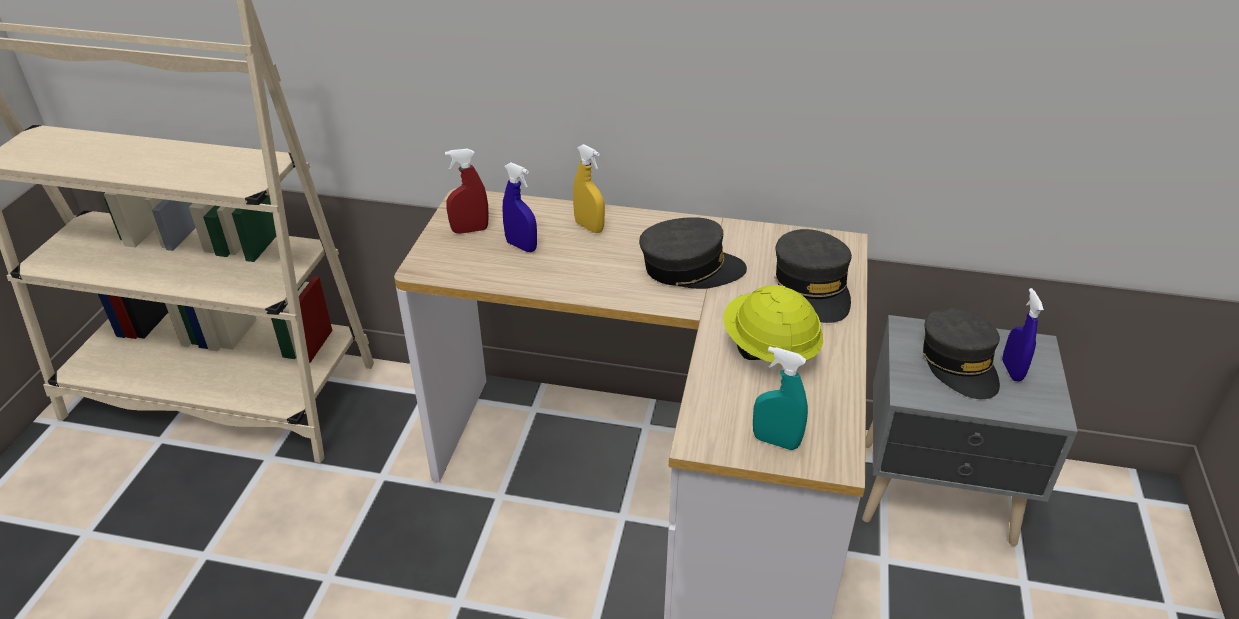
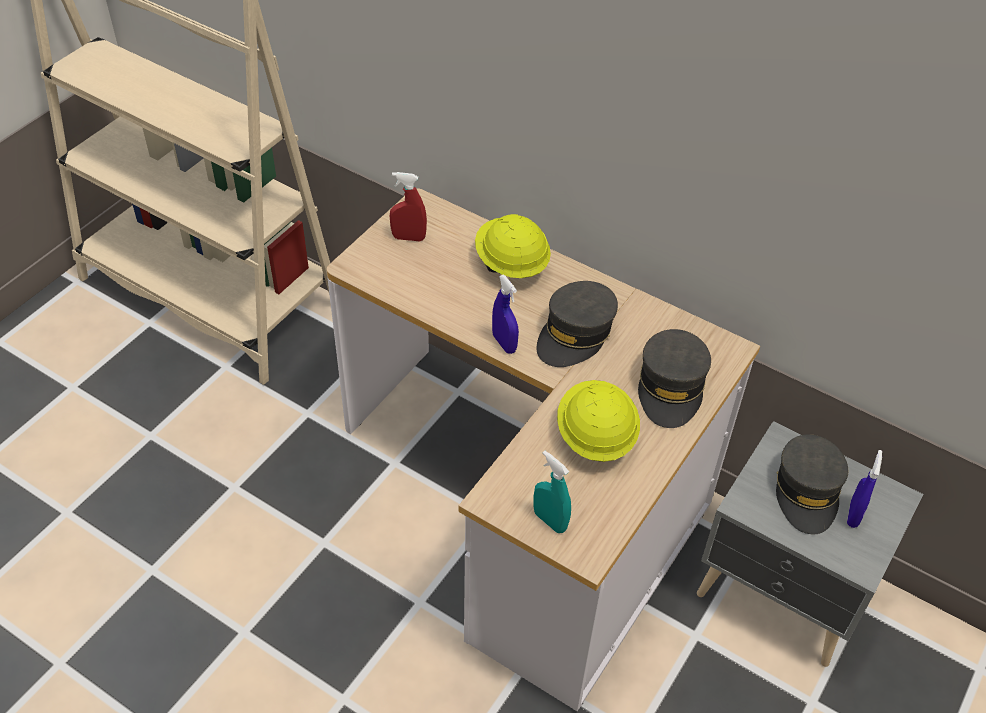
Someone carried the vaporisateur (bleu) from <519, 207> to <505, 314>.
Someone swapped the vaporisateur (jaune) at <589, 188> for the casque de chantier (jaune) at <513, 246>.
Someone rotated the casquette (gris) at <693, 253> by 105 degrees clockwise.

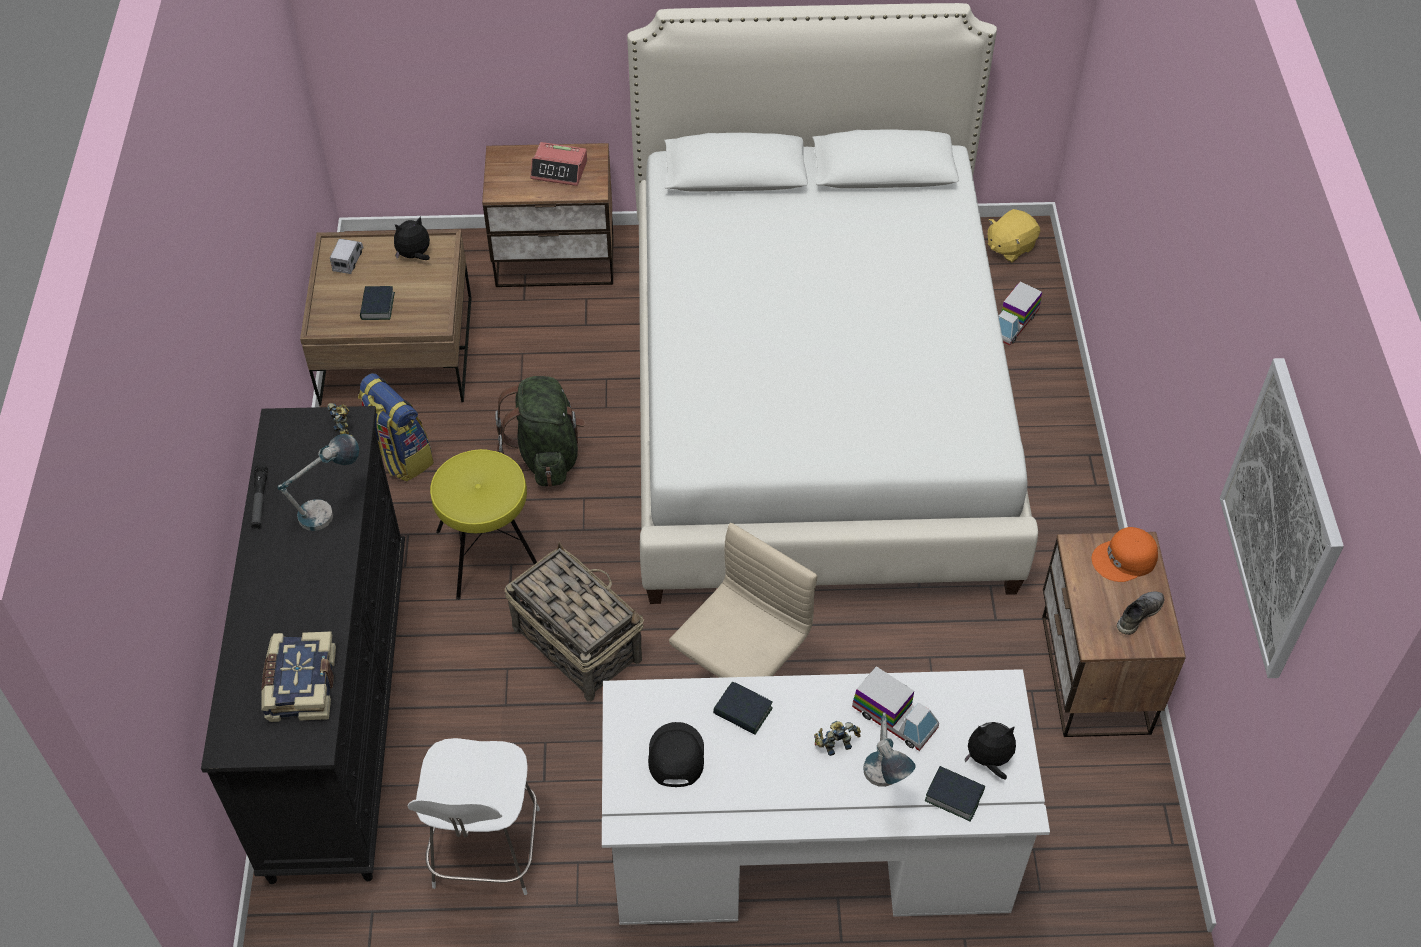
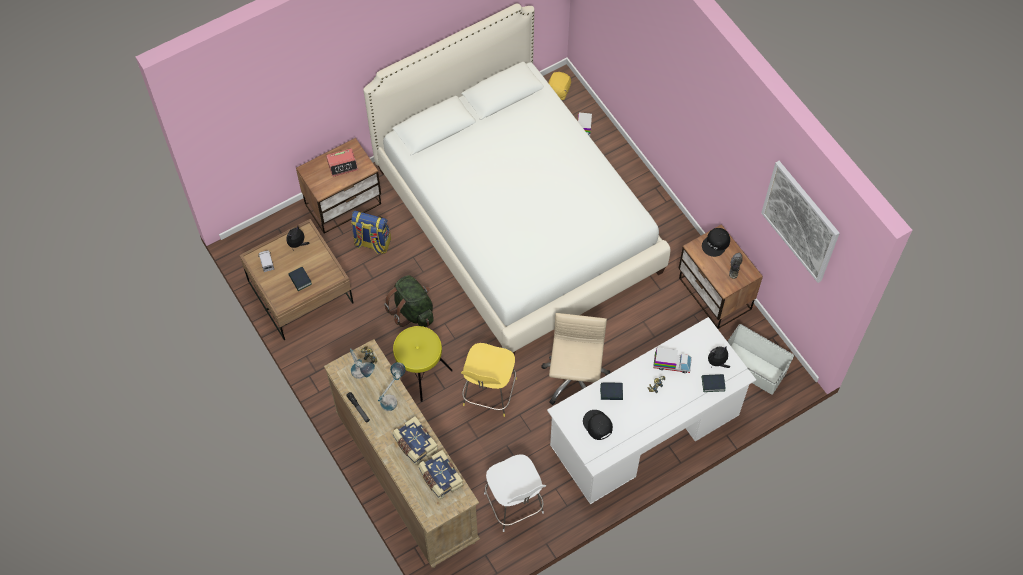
Someone repainted the commode (noir) at <303, 645>, which became the commode (beige) at <402, 453>.
Someone carried the sac à dos from <396, 427> to <371, 232>.
Someone swapped the panier at <574, 622> for the tabouret (jaune) at <489, 380>.
Someone carried the lampe de table from <890, 750> to <362, 363>.
Someone repainted the casquette (orange) at <1125, 554>, which became the casquette (noir) at <716, 242>.
Someone put down the livre at <415, 440>.
Someone put down the boîte de rangement (blanc) at <760, 359>.

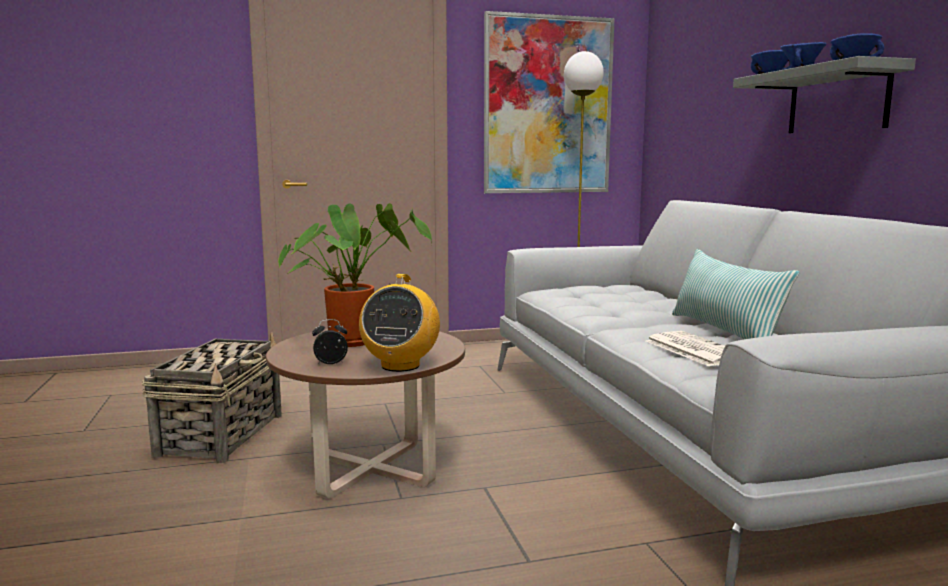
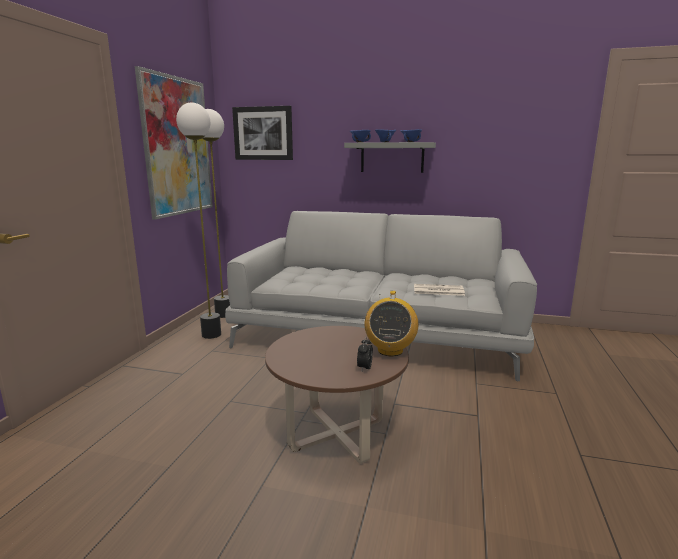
Someone took away the panier at <212, 398>.
Someone took away the plante en pot at <355, 275>.
Someone rotated the radio at <399, 323> by 60 degrees clockwise.
Someone took away the coussin at <735, 294>.
Someone put down the lampadaire at <198, 221>.
Someone put up the tableau at <262, 133>.

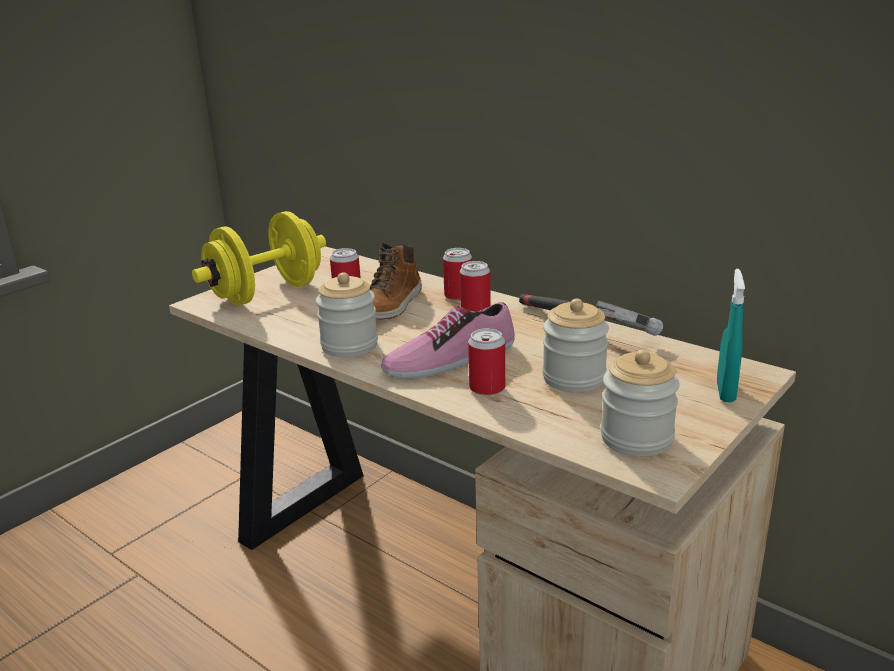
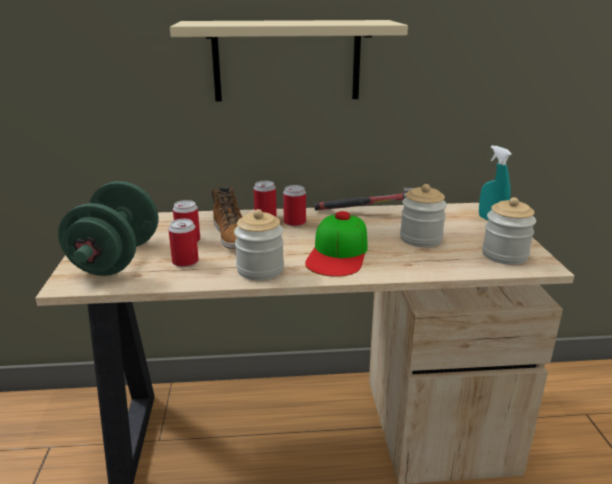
Someone repainted the haltère (jaune) at <259, 258>, which became the haltère (vert) at <108, 228>.
Someone swapped the chaussure at <448, 340> for the casquette at <336, 244>.
Someone carried the boîte métallique from <486, 362> to <183, 243>.
Someone put up the étagère (beige) at <289, 60>.

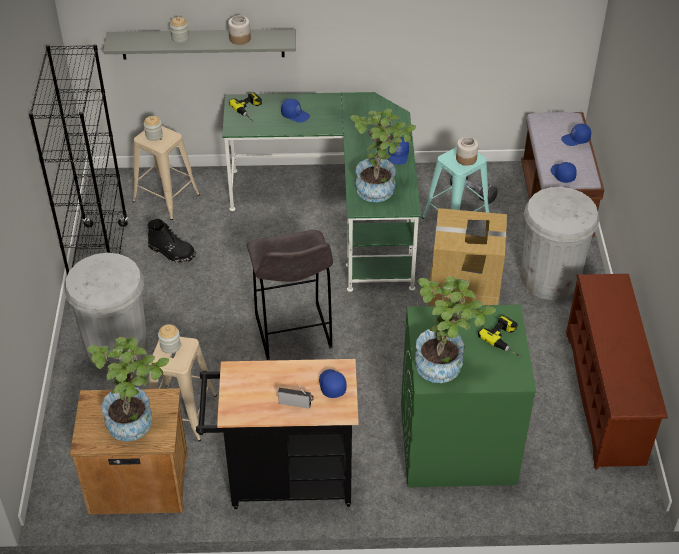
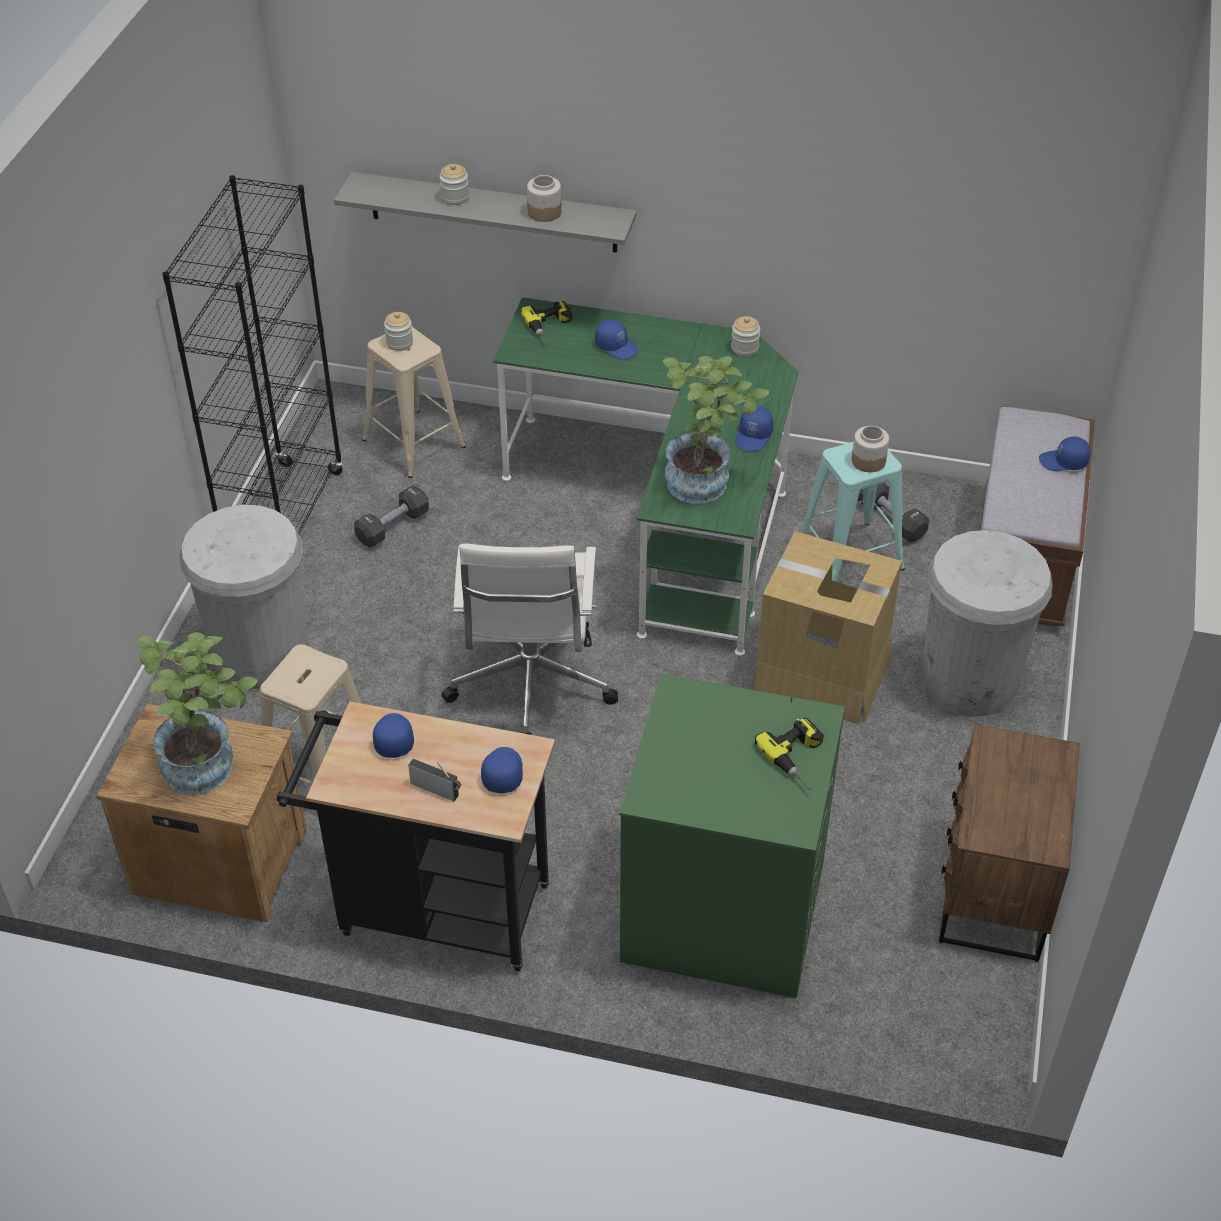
Someone swapped the botte (noir) at <172, 241> for the haltère (noir) at <391, 516>.
Someone carried the bocal from <169, 339> to <746, 336>.
Someone swapped the tabouret (gris) at <290, 295> for the chaise de bureau (blanc) at <529, 639>.
Someone took away the plante en pot at <455, 330>.
Someone carried the casquette (bleu) from <564, 172> to <393, 735>.
Someone swapped the étagère à chaussures (marron) at <617, 371> for the table de chevet (marron) at <1009, 843>.

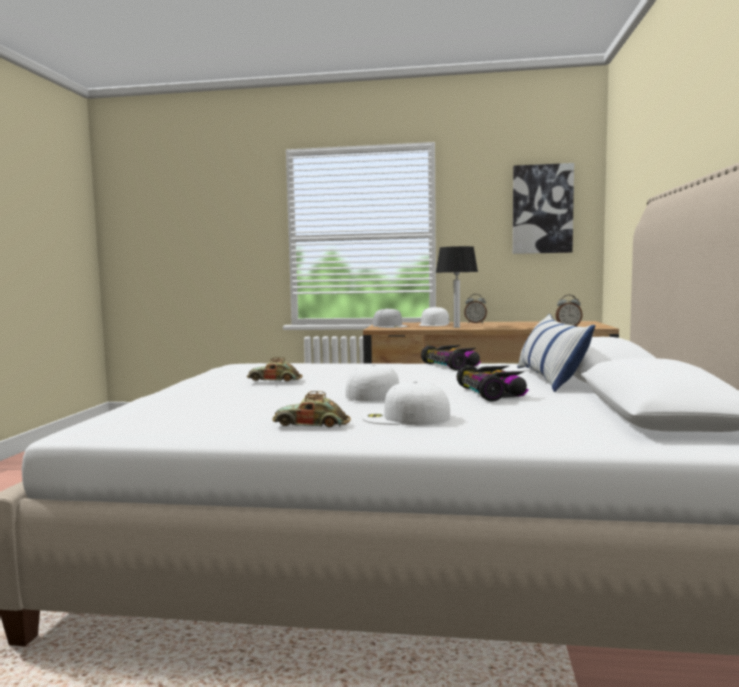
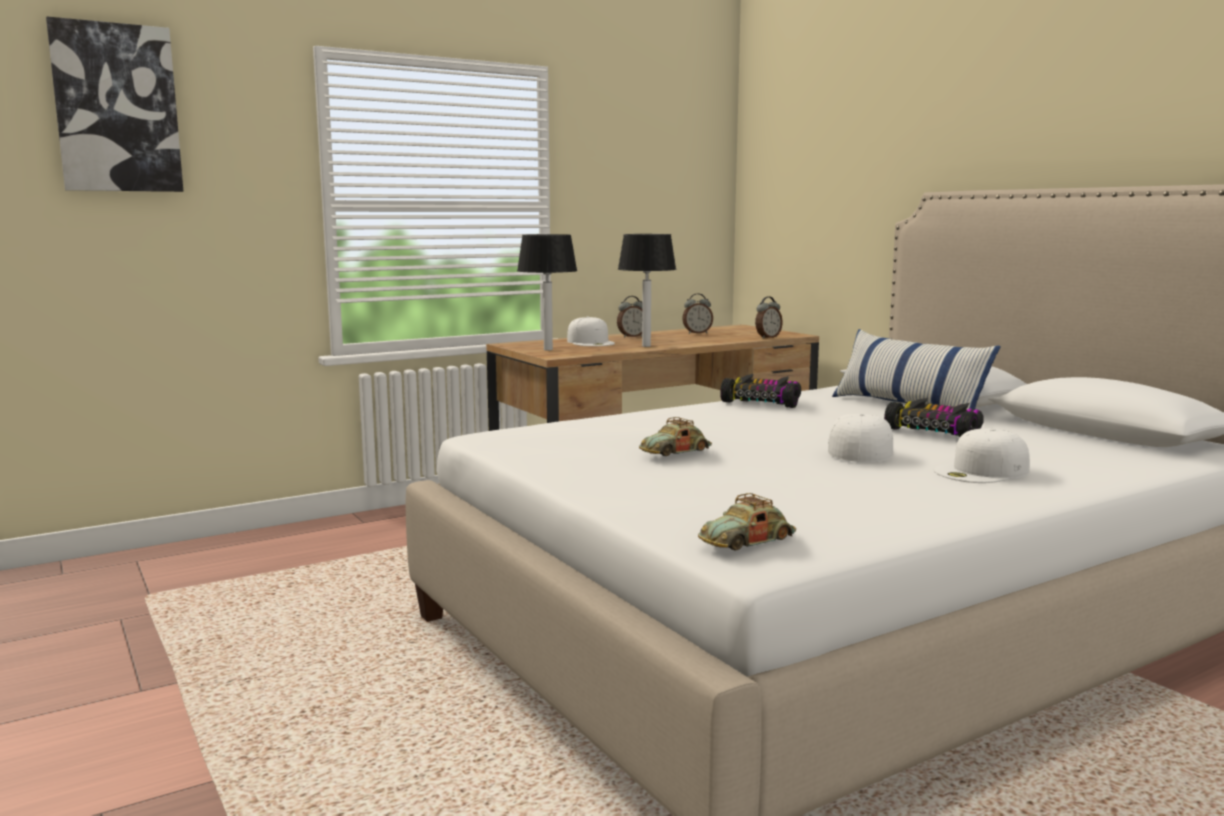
Someone carried the petite voiture from <311, 409> to <747, 522>.
Someone swapped the casquette (blanc) at <390, 318> for the lampe de table at <547, 292>.
Someone carried the tableau from <543, 208> to <114, 104>.
Someone put down the réveil at <697, 313>.

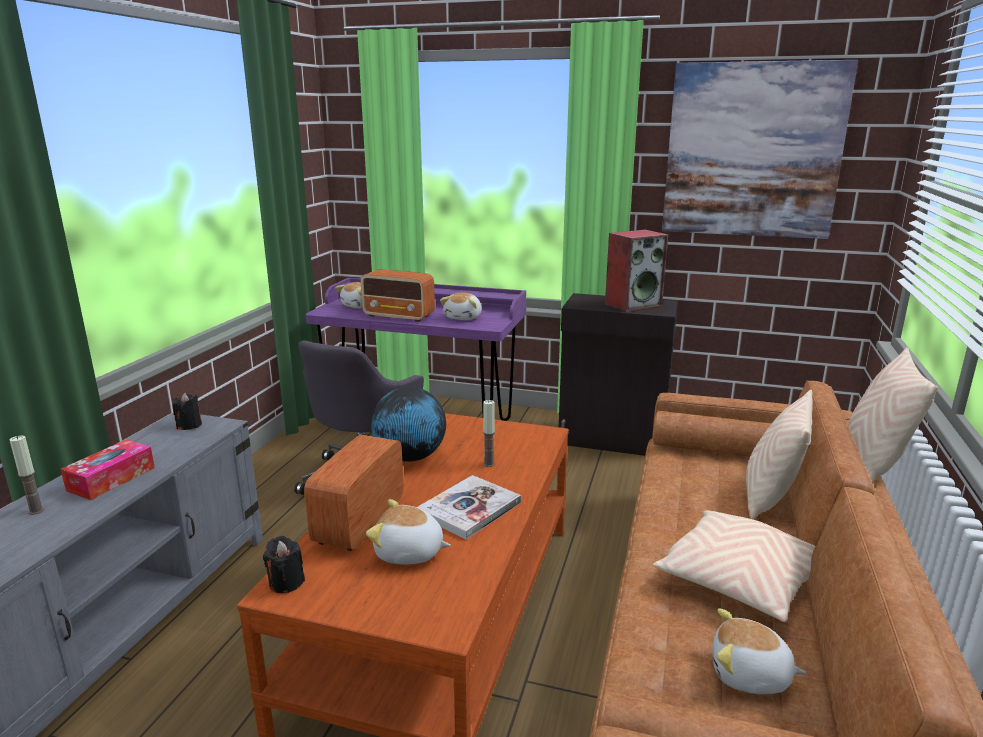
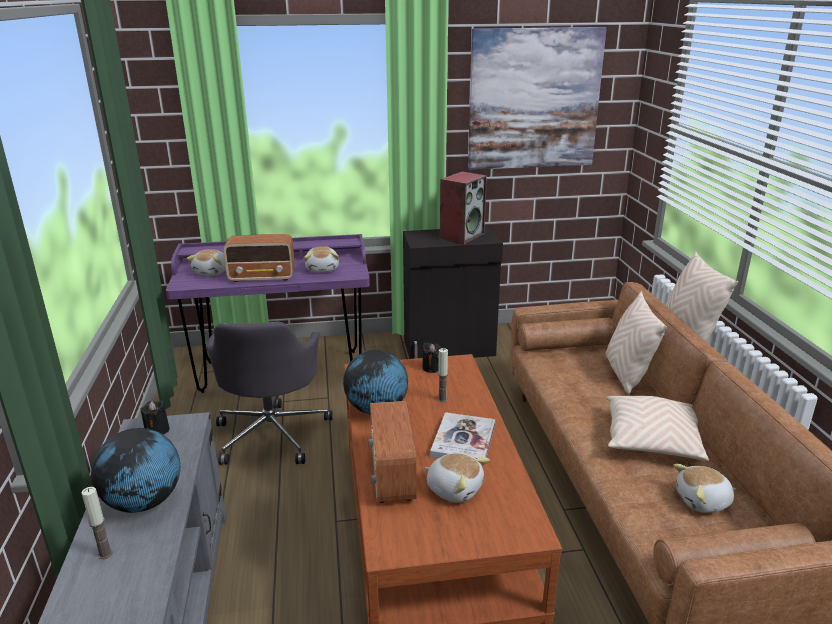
Someone swapped the boîte à mouchoirs at <108, 470> for the globe at <135, 470>.
Someone carried the bougie (noir) from <284, 564> to <432, 357>.
Someone rotated the peluche at <408, 532> by 135 degrees counterclockwise.

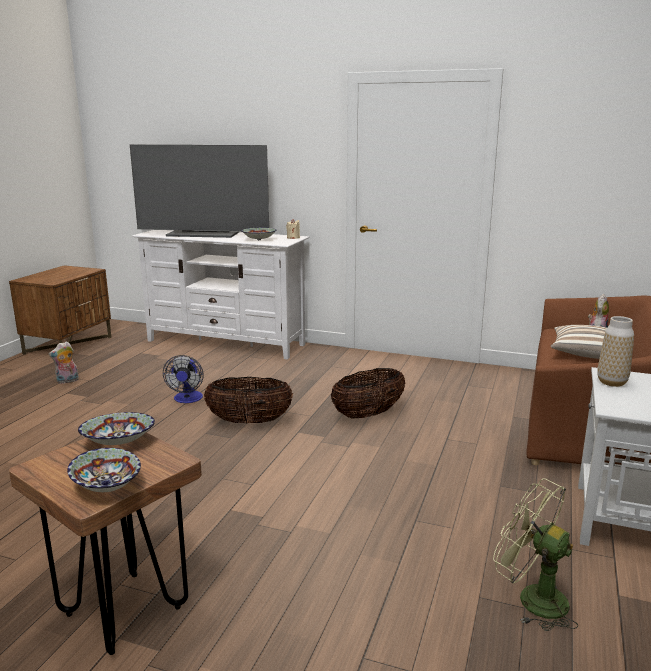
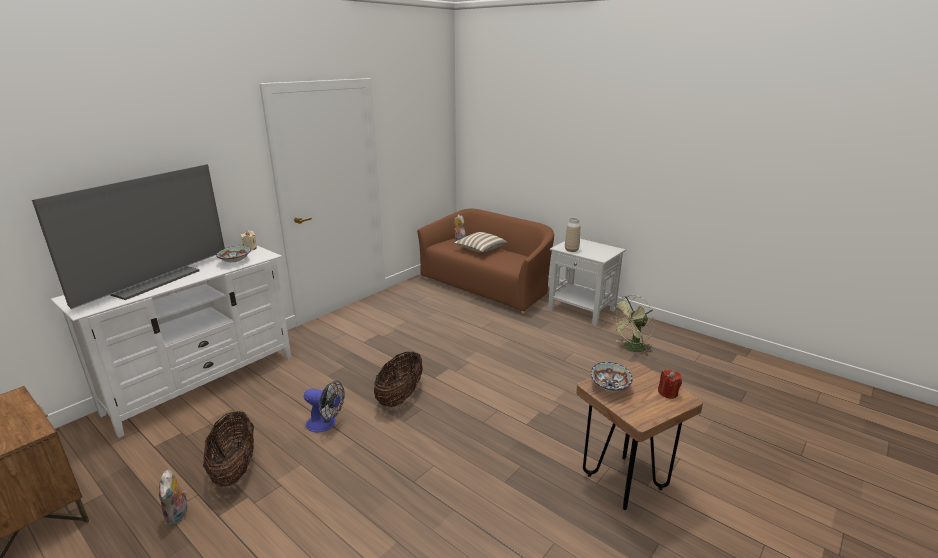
Someone swapped the bol at <104, 470> for the bougie (rouge) at <670, 384>.
Someone carried the panier from <368, 393> to <228, 448>.

